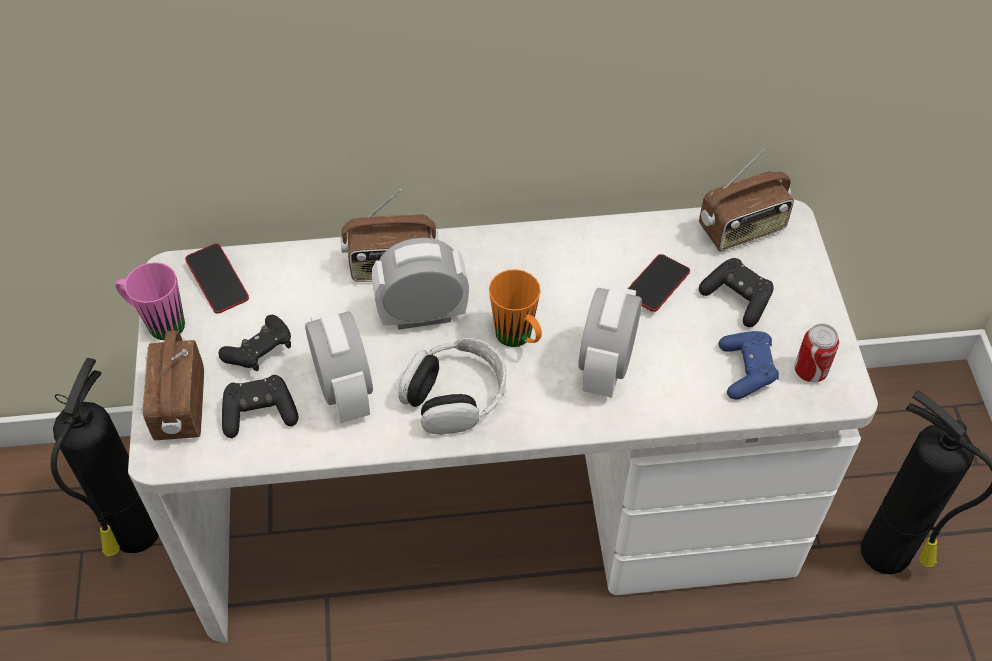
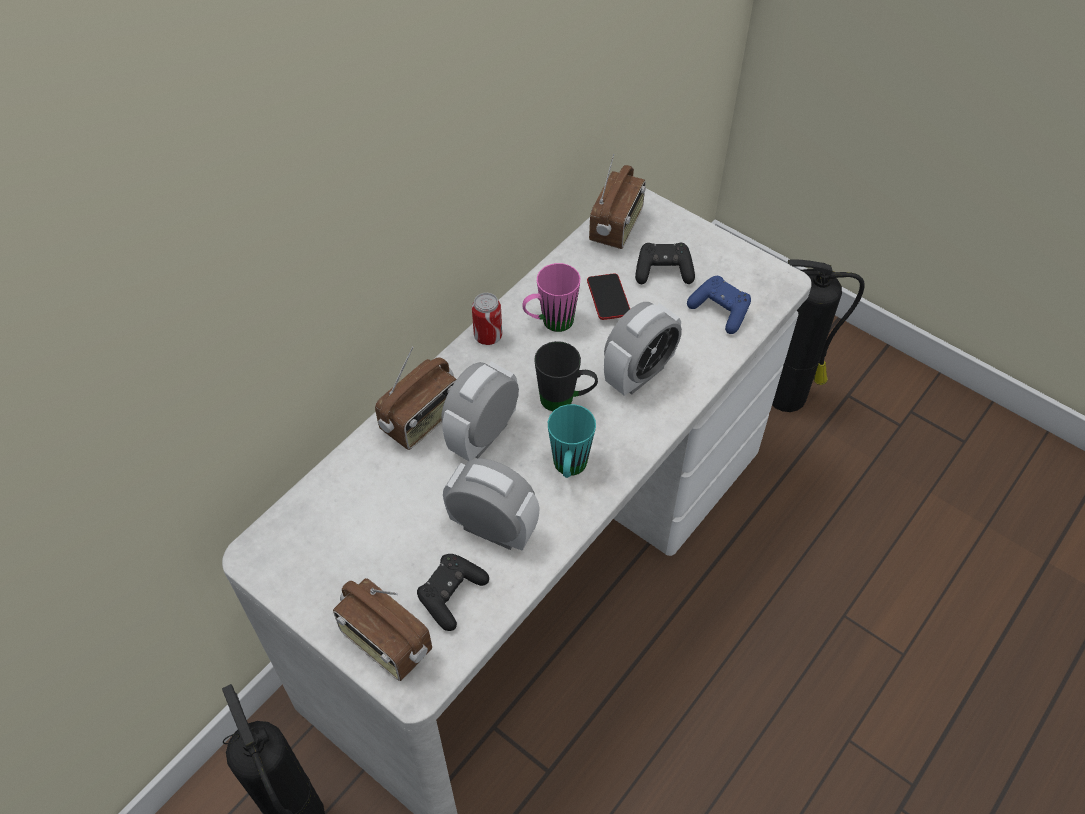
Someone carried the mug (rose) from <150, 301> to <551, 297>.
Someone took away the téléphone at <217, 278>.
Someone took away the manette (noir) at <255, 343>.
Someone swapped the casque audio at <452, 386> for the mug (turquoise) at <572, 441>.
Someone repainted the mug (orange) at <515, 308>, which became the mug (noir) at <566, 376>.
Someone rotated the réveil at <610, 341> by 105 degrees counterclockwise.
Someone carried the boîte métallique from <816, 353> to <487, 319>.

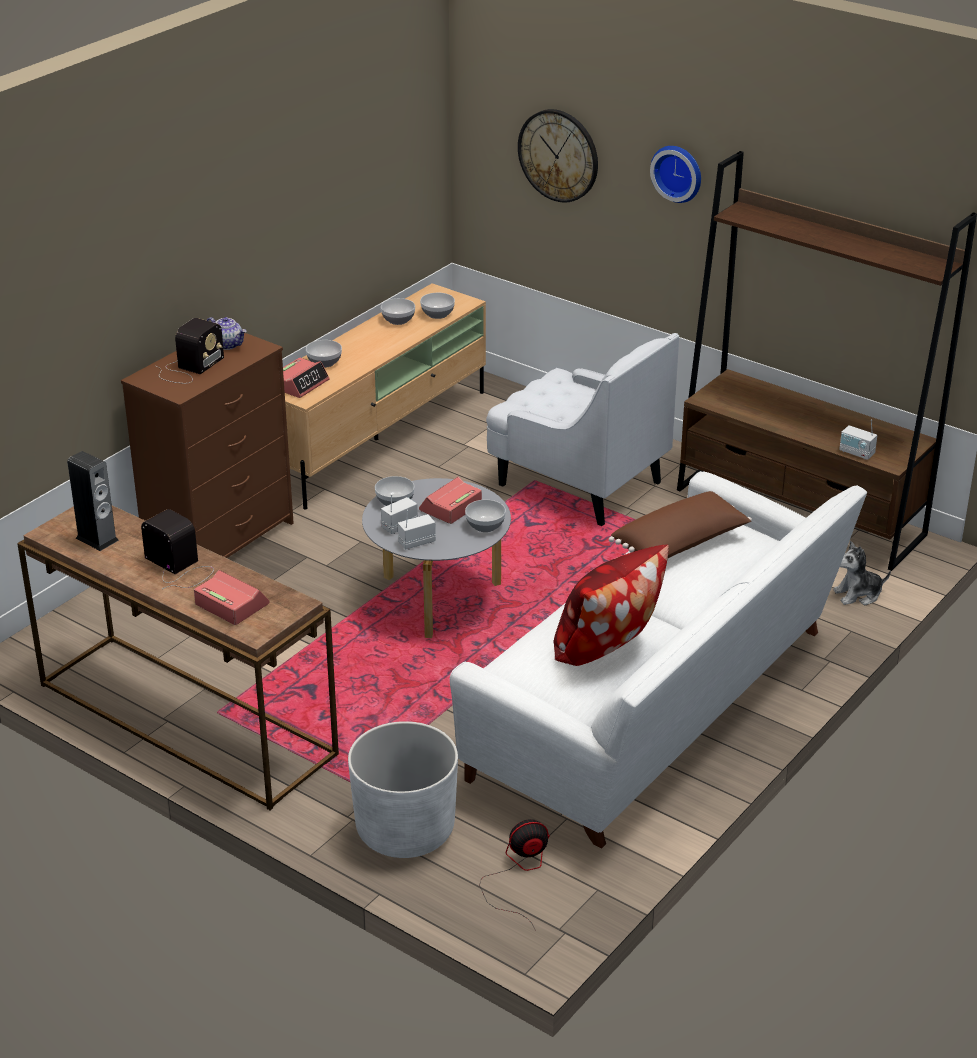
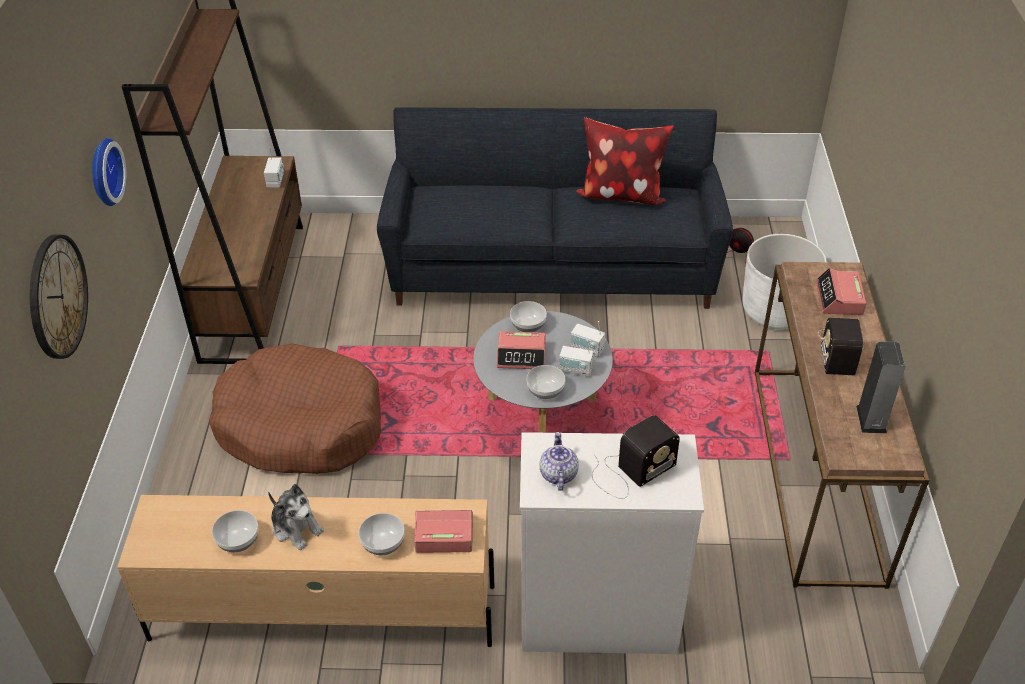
Someone repainted the commode (marron) at <207, 445>, which became the commode (blanc) at <612, 543>.
Someone rotated the radio at <190, 351> by 150 degrees clockwise.
Someone took away the bol at <437, 306>.
Someone repainted the canapé (blanc) at <658, 659>, which became the canapé (noir) at <555, 208>.
Someone swapped the fauteuil (blanc) at <582, 429> for the panier pour chien (marron) at <295, 409>.
Someone took away the coussin (marron) at <680, 524>.
Someone carried the peluche from <862, 573> to <296, 517>.

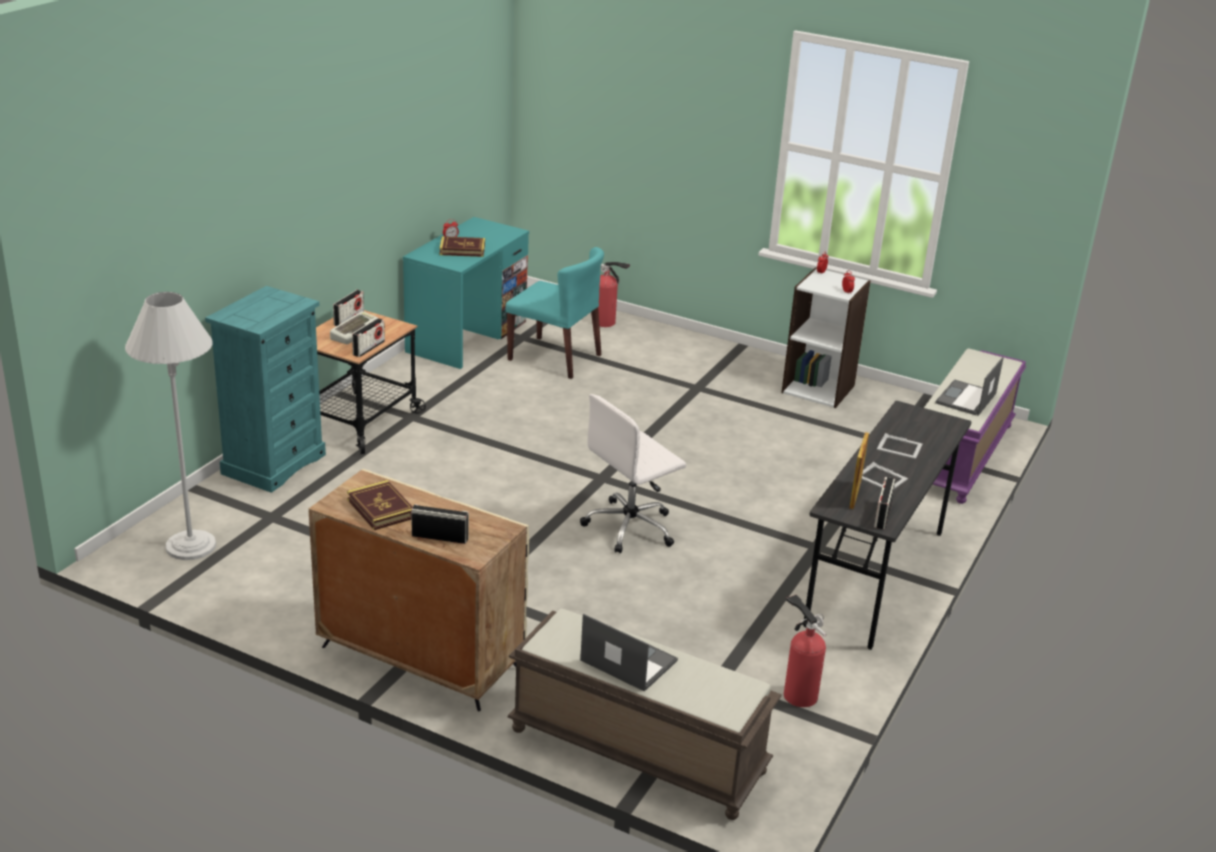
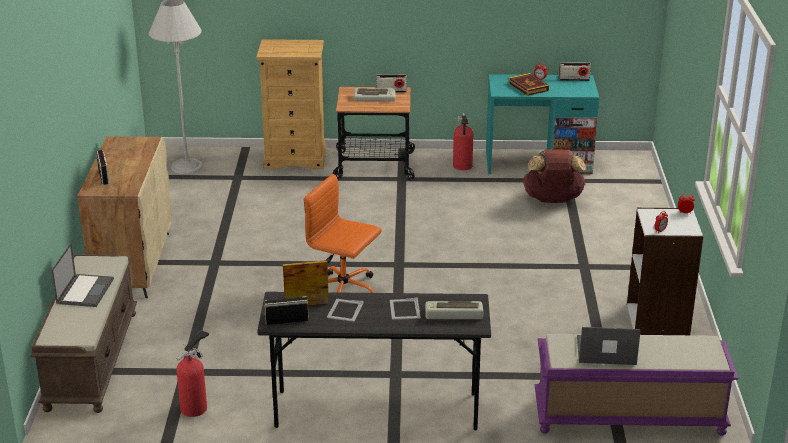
Someone repainted the commode (turquoise) at <265, 389>, which became the commode (beige) at <291, 104>.
Someone took away the livre at <379, 505>.
Someone carried the radio from <368, 337> to <575, 71>.
Someone swapped the chaise (turquoise) at <554, 313> for the sac à dos (marron) at <554, 176>.
Someone repainted the chaise de bureau (blanc) at <633, 474>, which became the chaise de bureau (orange) at <342, 233>.
Someone carried the extincteur from <614, 294> to <463, 141>.
Someone put down the clavier at <454, 310>.

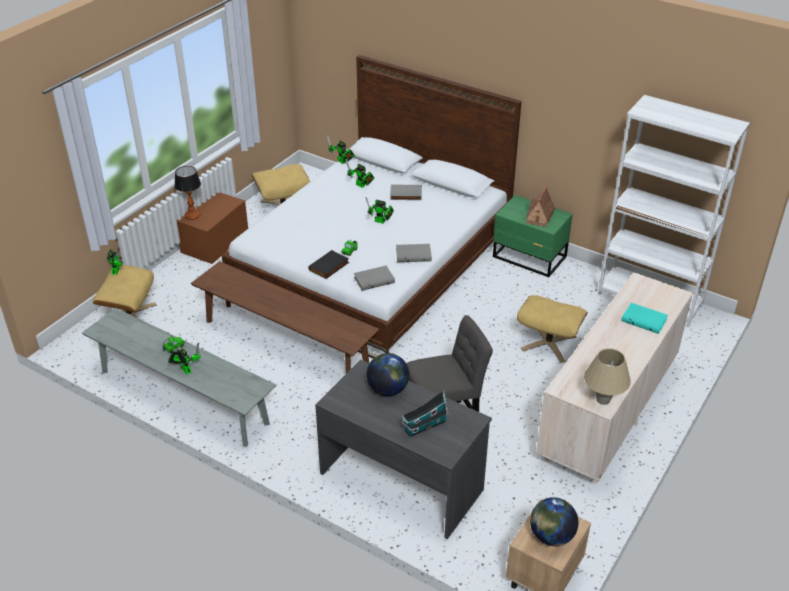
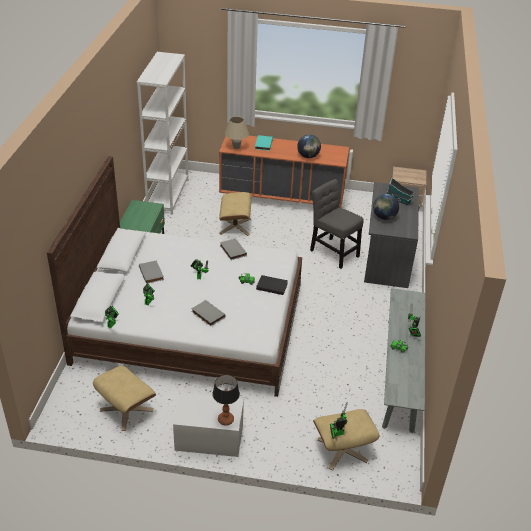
Someone repainted the boîte de rangement (marron) at <212, 228>, which became the boîte de rangement (blanc) at <208, 425>.
Someone took away the banc (marron) at <285, 317>.
Someone carried the livre (gris) from <374, 278> to <208, 313>.
Someone took away the maison miniature at <540, 206>.
Someone carried the globe from <554, 521> to <309, 146>.
Someone repainted the commode (beige) at <614, 378>, which became the commode (orange) at <284, 171>.
Someone carried the lampe de table (beige) from <607, 376> to <237, 132>.

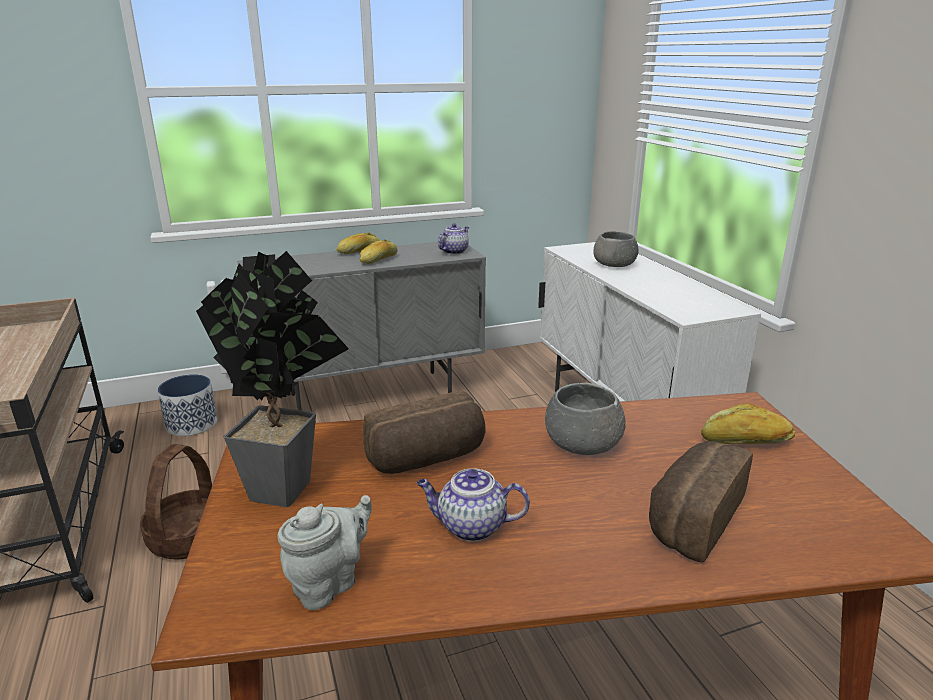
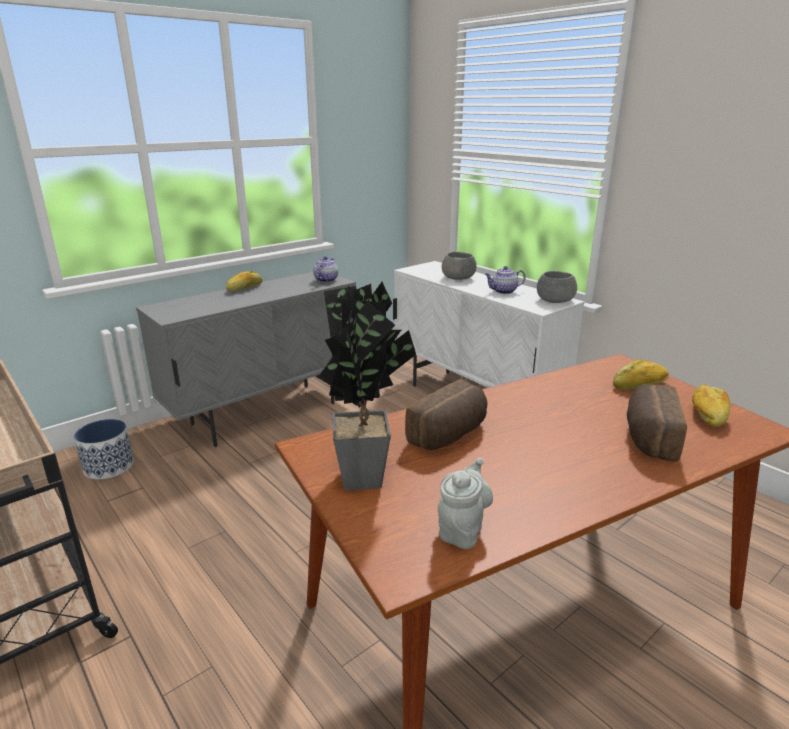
Someone took away the panier at <176, 502>.
Someone carried the pain from <379, 251> to <711, 405>.
Someone carried the théière from <473, 505> to <505, 280>.
Someone carried the bol (gris) from <585, 419> to <557, 287>.

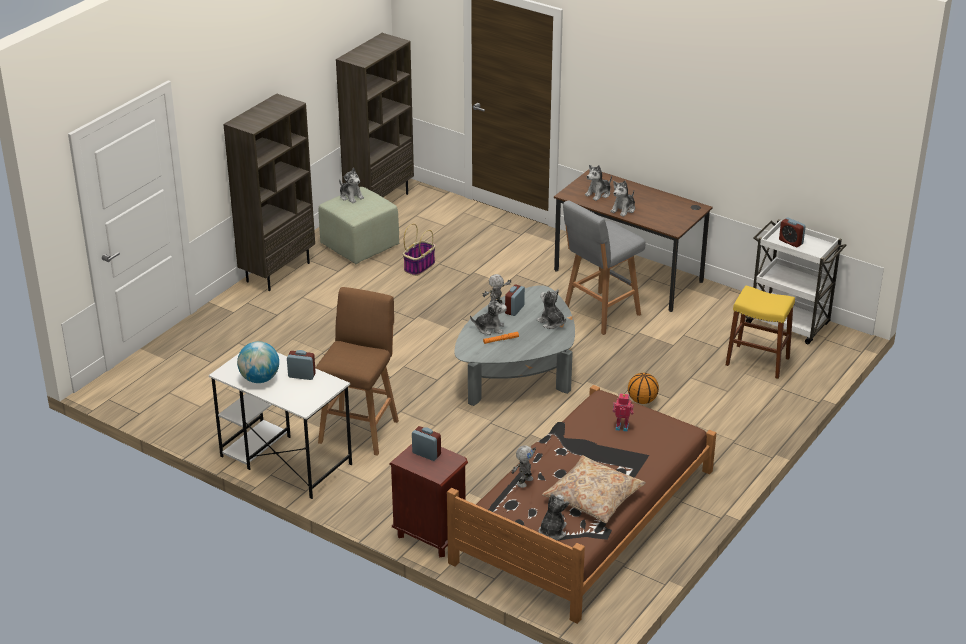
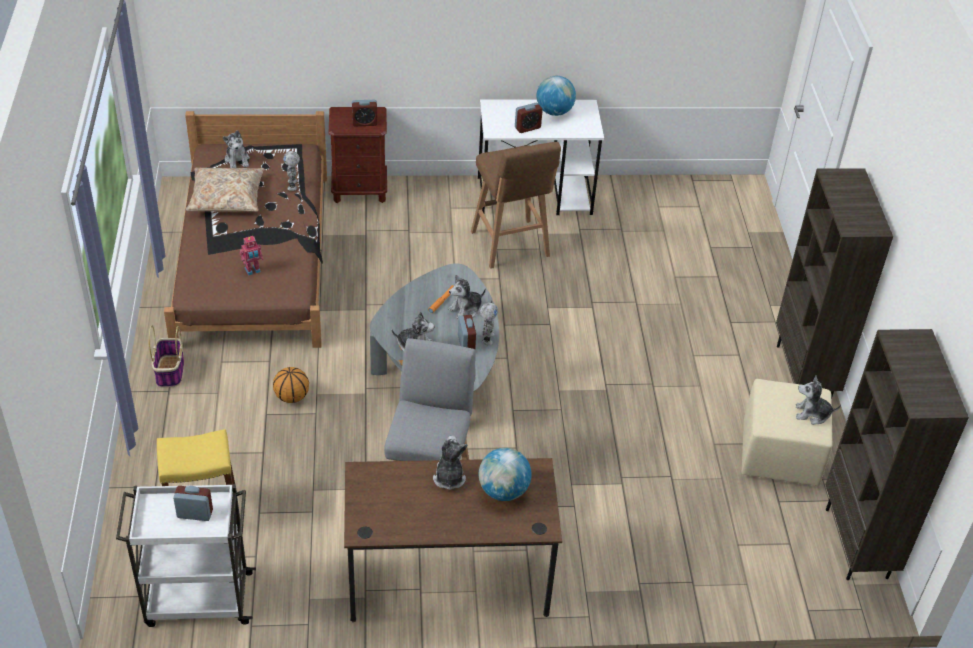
Someone repainted the pouf (vert) at <359, 225>, which became the pouf (beige) at <787, 432>.
Someone carried the panier from <419, 250> to <166, 356>.
Someone swapped the peluche at <598, 183> for the globe at <505, 474>.

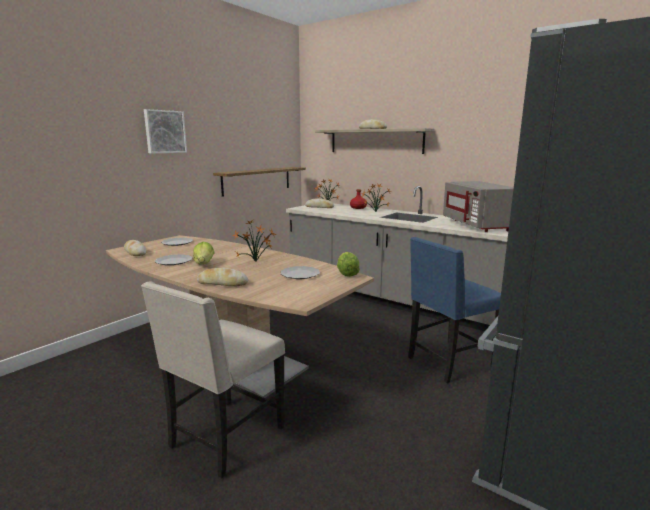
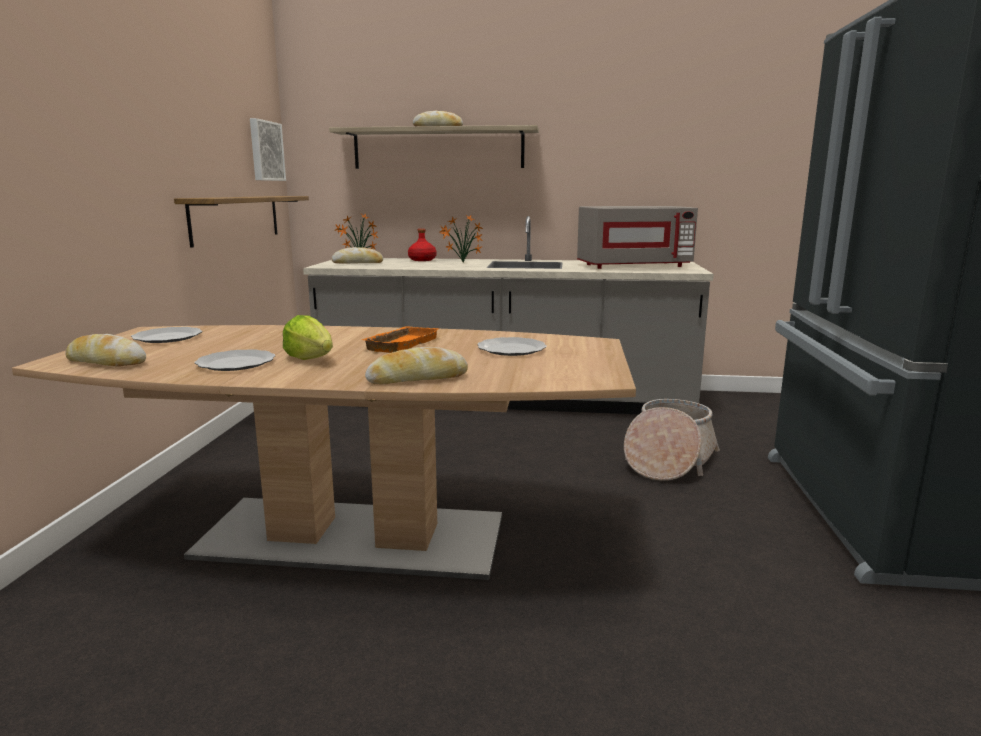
Someone took away the chaise (beige) at <213, 379>.
Someone carried the tableau from <165, 131> to <268, 149>.
Someone swapped the plante en pot at <254, 241> for the plateau (orange) at <400, 339>.
Someone took away the laitue at <348, 264>.
Someone swapped the chaise (bleu) at <454, 310> for the panier at <672, 440>.
Someone rotated the micro-ondes (gris) at <478, 206> by 60 degrees counterclockwise.

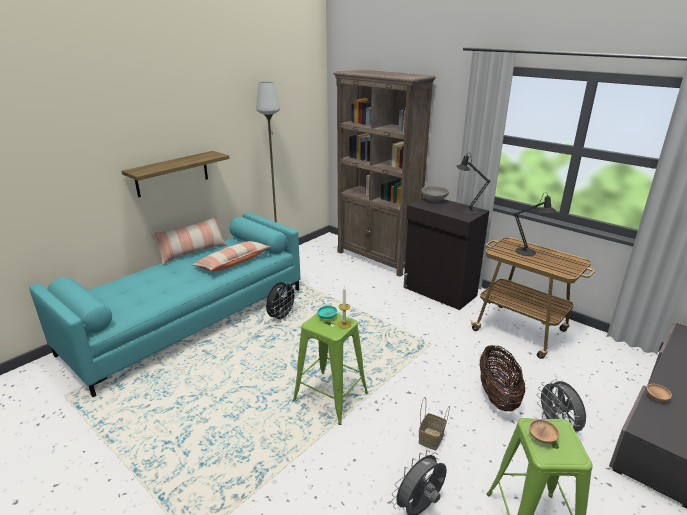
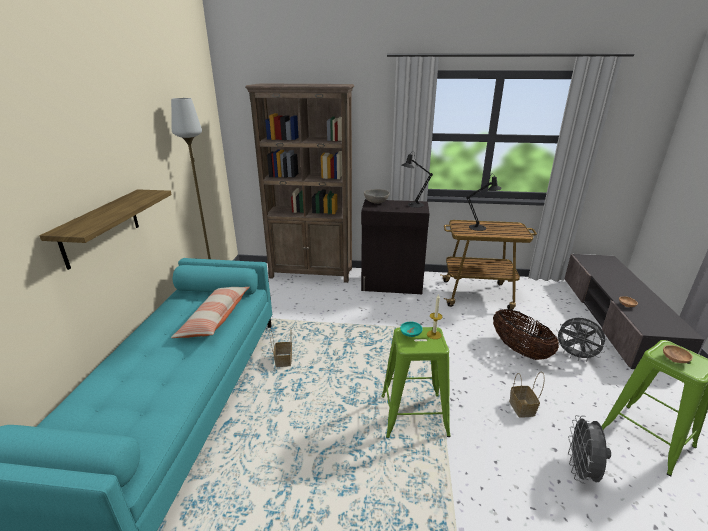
Someone took away the coussin at <188, 240>.
Someone swapped the ventilateur (noir) at <282, 302> for the panier at <281, 348>.

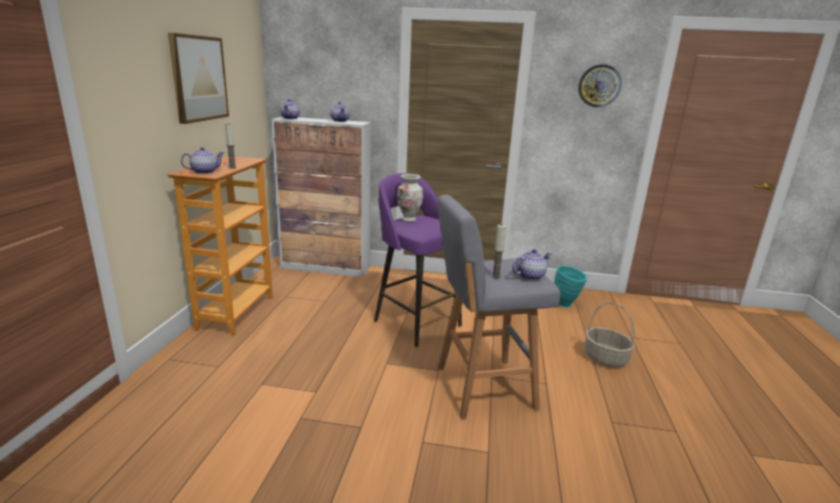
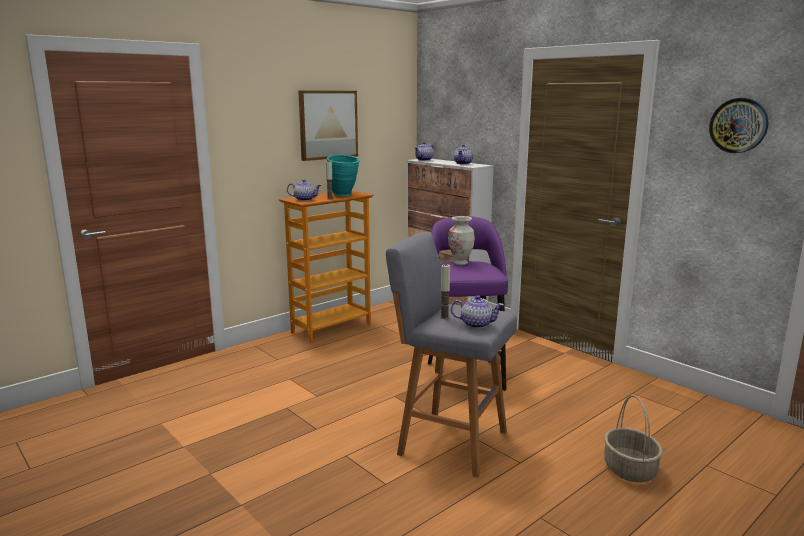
Someone carried the vase (turquoise) from <571, 287> to <343, 175>.

